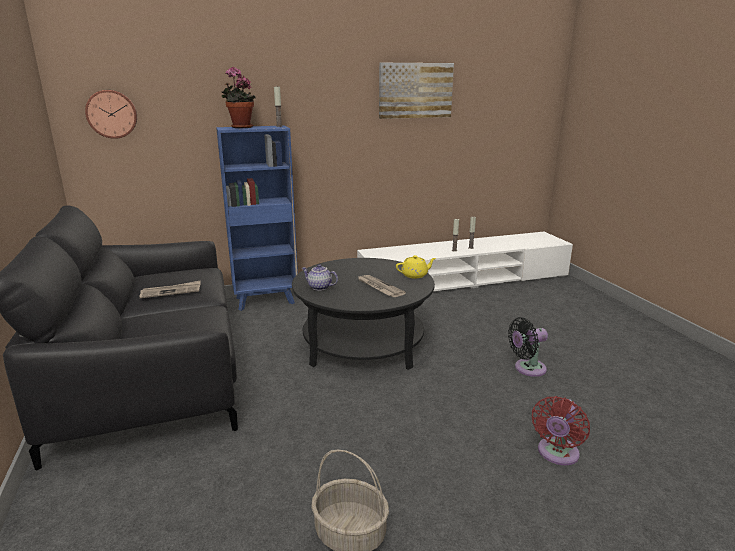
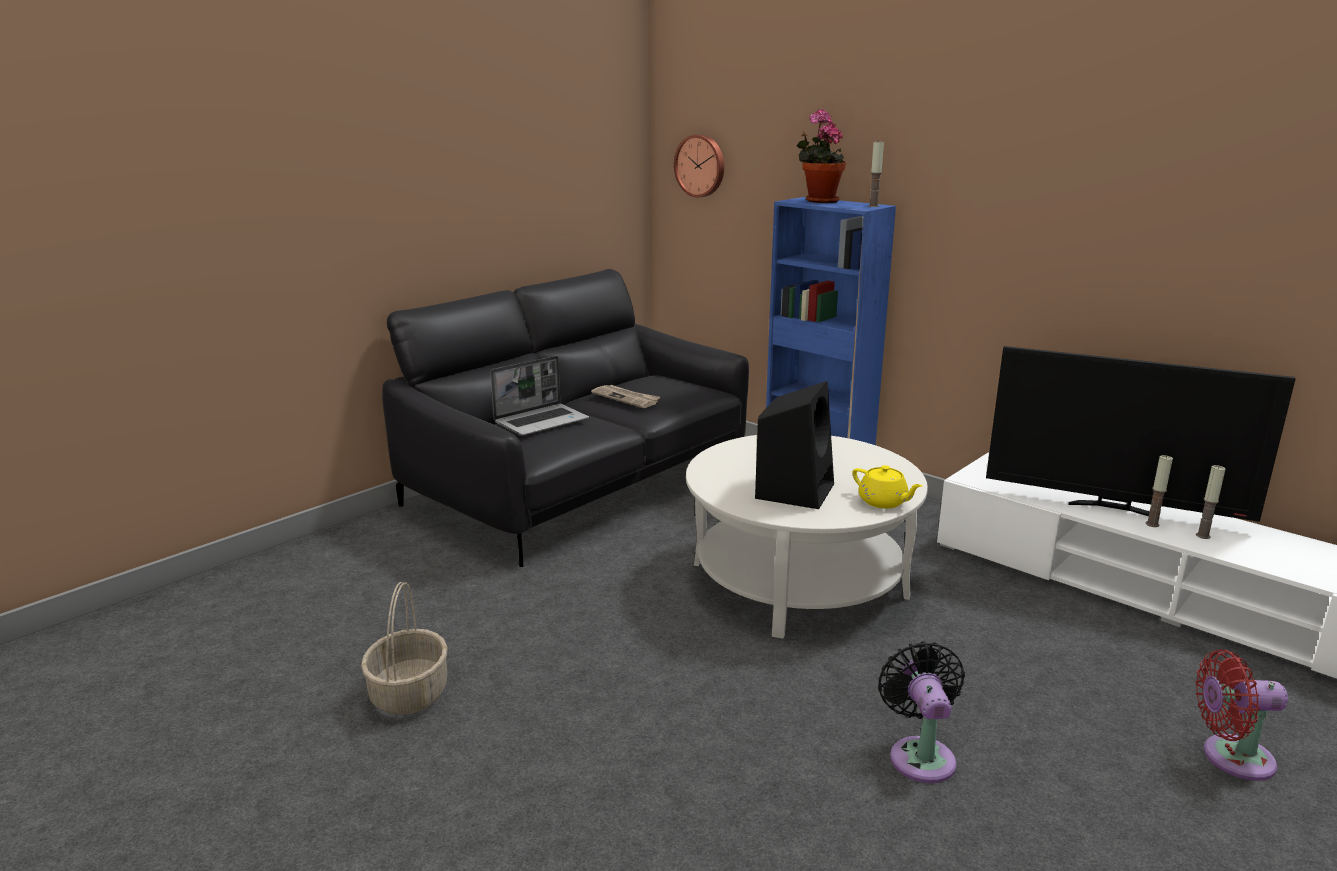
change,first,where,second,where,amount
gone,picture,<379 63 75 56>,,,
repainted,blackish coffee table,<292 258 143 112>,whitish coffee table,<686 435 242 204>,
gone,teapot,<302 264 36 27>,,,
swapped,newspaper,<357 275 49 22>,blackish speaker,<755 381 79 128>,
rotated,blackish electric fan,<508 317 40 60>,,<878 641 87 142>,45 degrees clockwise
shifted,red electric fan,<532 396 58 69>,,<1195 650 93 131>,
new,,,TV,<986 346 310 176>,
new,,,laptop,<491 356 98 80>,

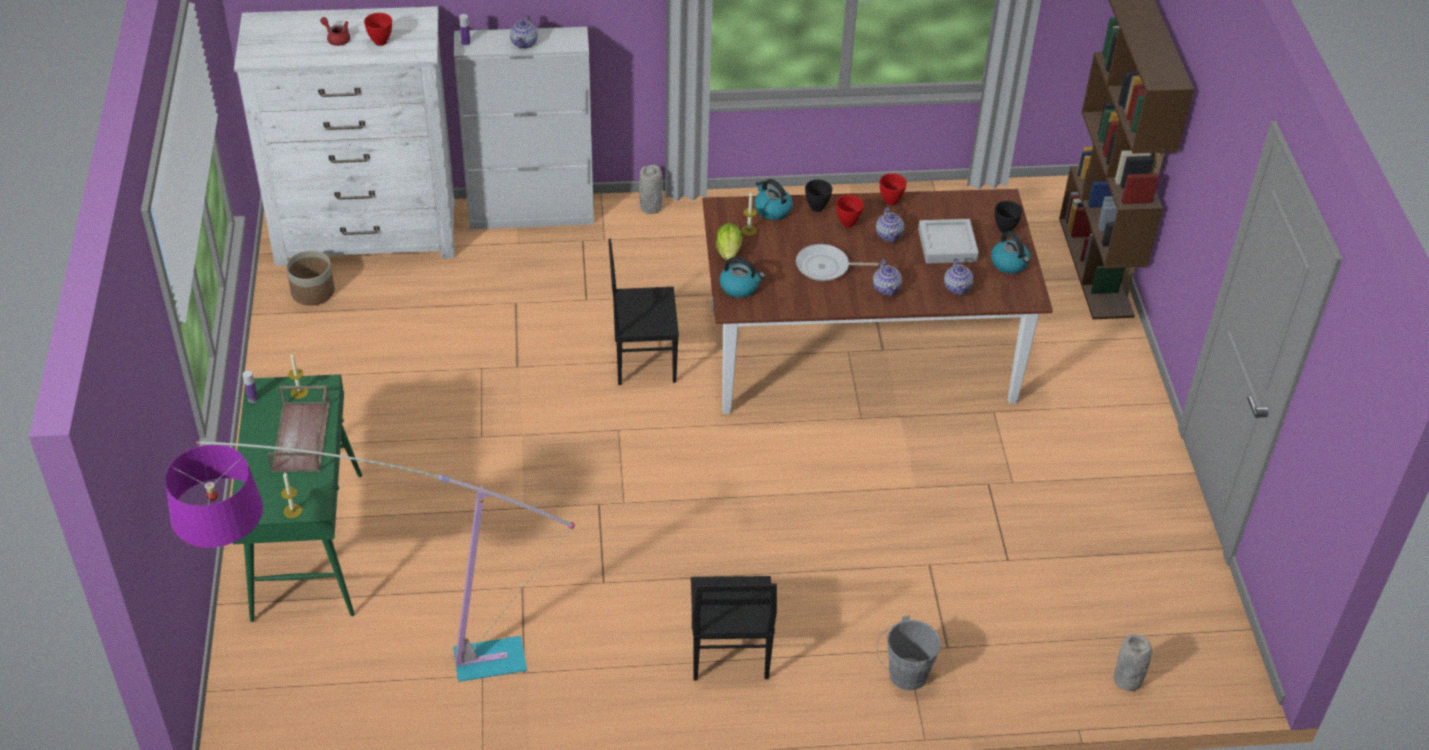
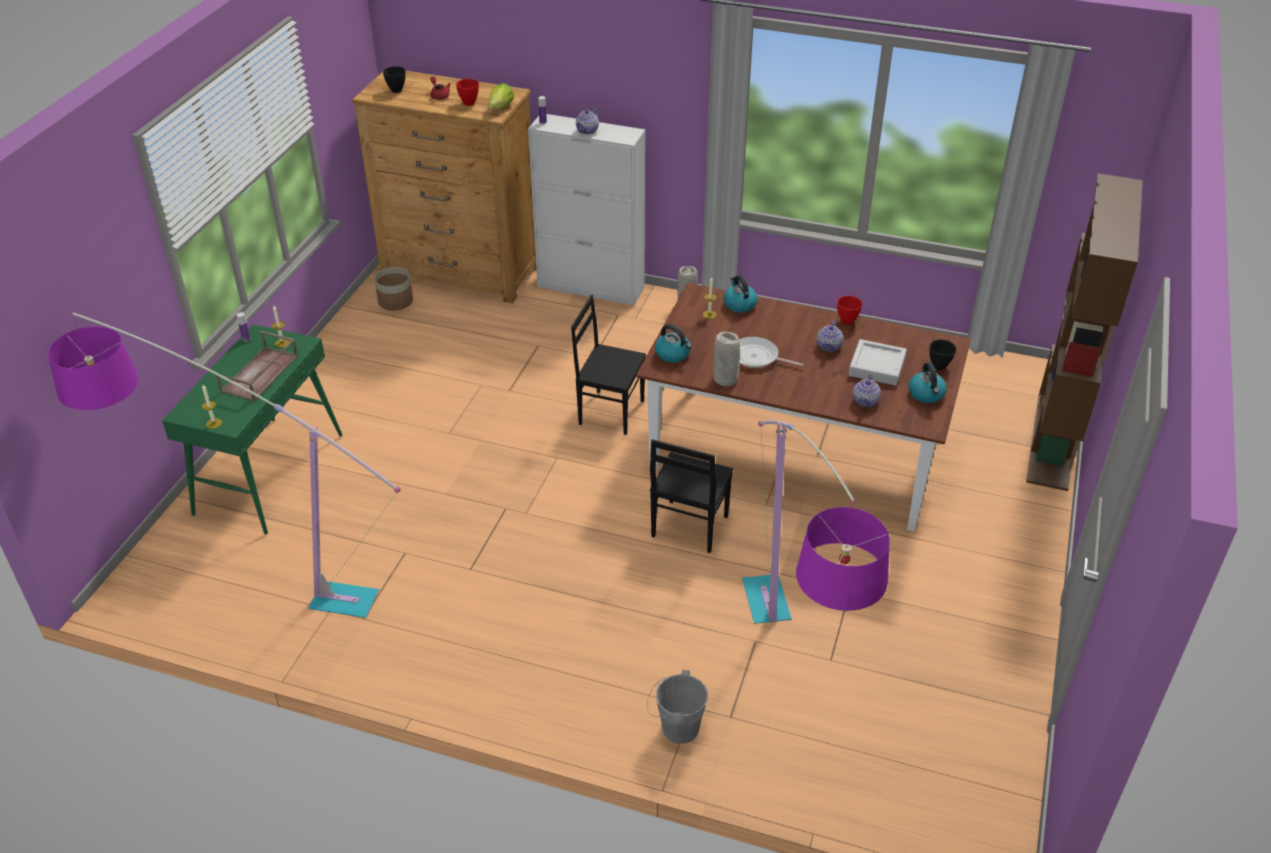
change,first,where,second,where,amount
repainted,whitish dresser,<234 7 221 259>,brownish dresser,<352 71 184 233>,
shifted,blackish serving bowl,<805 179 27 33>,,<383 66 22 27>,
gone,red serving bowl,<836 195 28 33>,,,
shifted,head of lettuce,<716 223 27 38>,,<488 83 26 27>,
gone,teapot,<873 259 29 37>,,,
shifted,blackish plain chair,<691 576 86 104>,,<650 439 83 114>,
shifted,gray flower vase,<1114 634 38 57>,,<713 332 27 54>,
new,,,floor lamp,<742 420 148 204>,

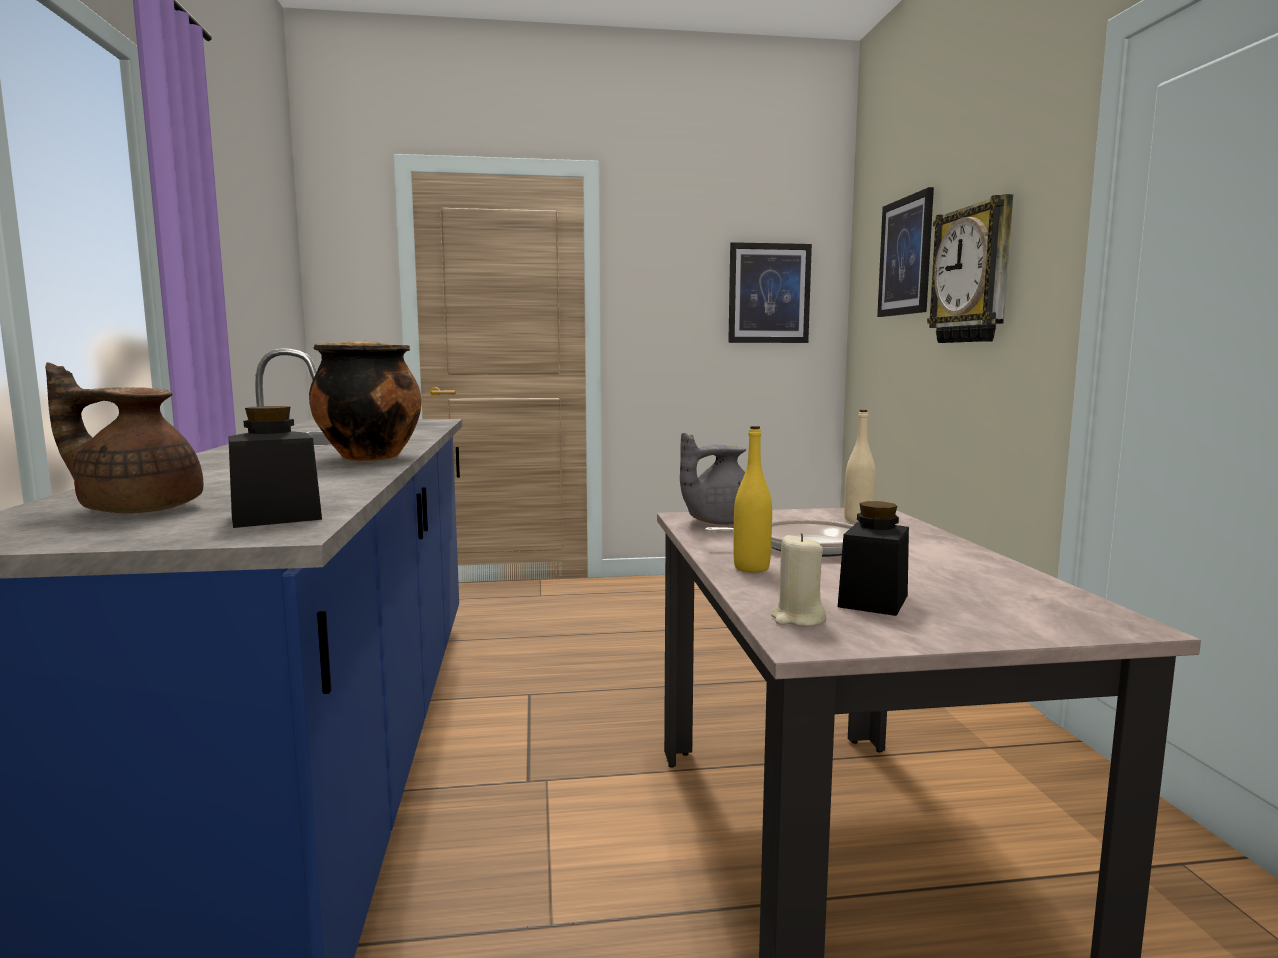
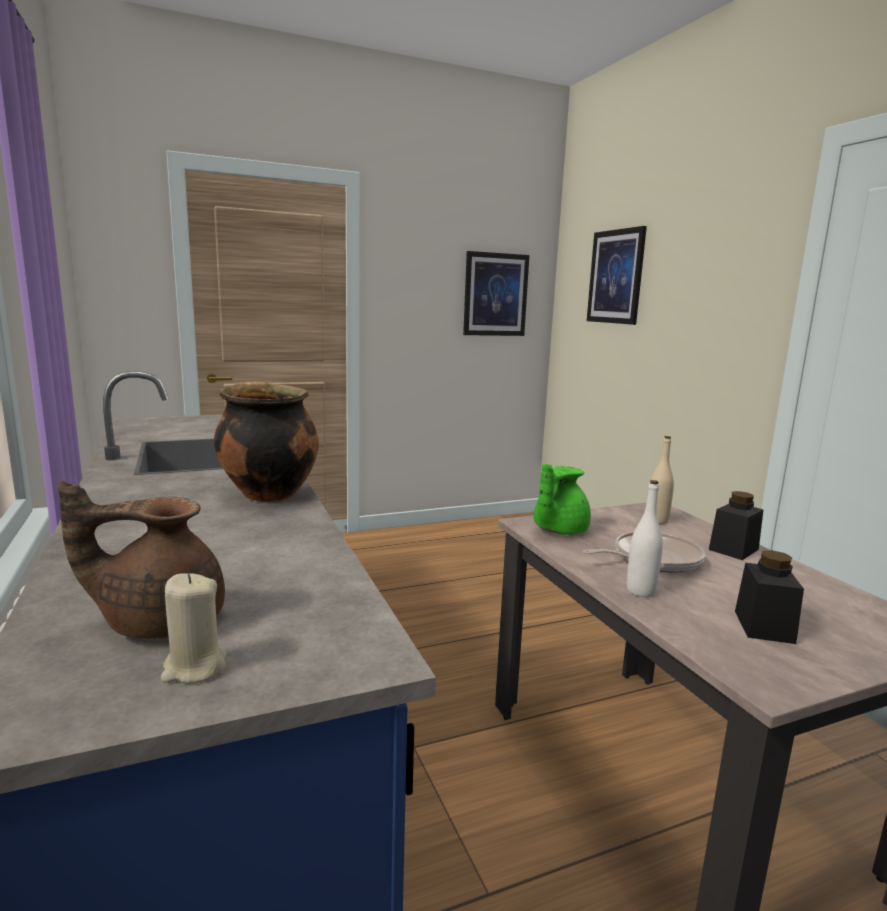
change,first,where,second,where,amount
gone,clock on the wall,<927 194 86 149>,,,
shifted,blackish jar,<228 406 94 122>,,<709 491 55 69>,
repainted,yellow drink bottle,<733 426 39 147>,whitish drink bottle,<627 480 36 117>,
repainted,gray teapot,<680 433 66 92>,green-coloured teapot,<534 464 57 70>,
shifted,sand-coloured candle,<771 533 55 94>,,<161 573 66 111>,

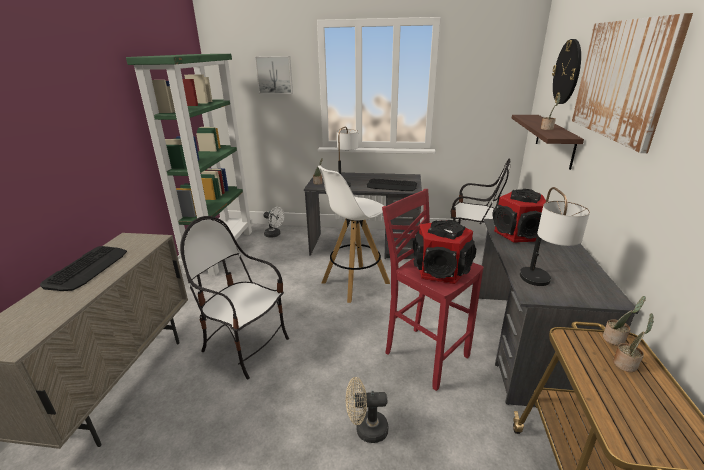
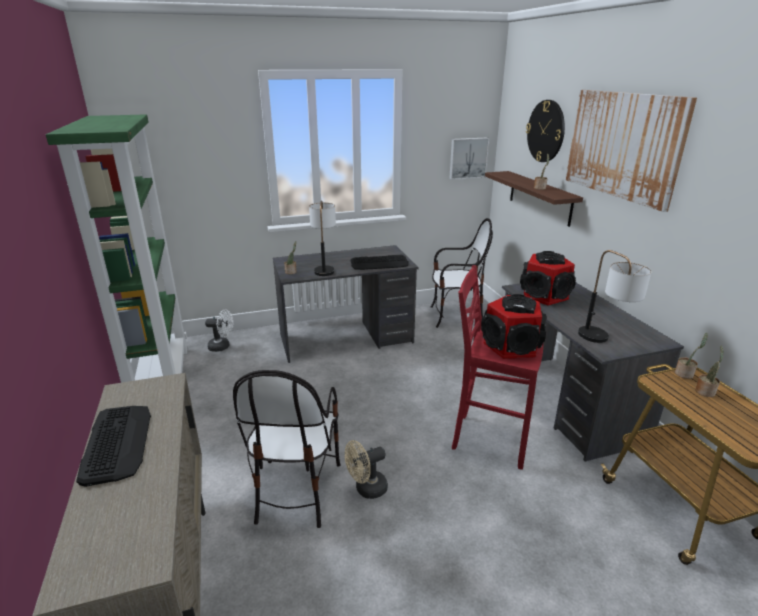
change,first,where,second,where,amount
shifted,picture,<255 56 38 38>,,<449 137 41 43>,
gone,whitish stool,<318 166 72 137>,,,
rotated,plain chair,<180 216 109 163>,,<233 370 107 158>,90 degrees counterclockwise
shifted,sand-coloured electric fan,<346 377 42 66>,,<345 440 43 59>,

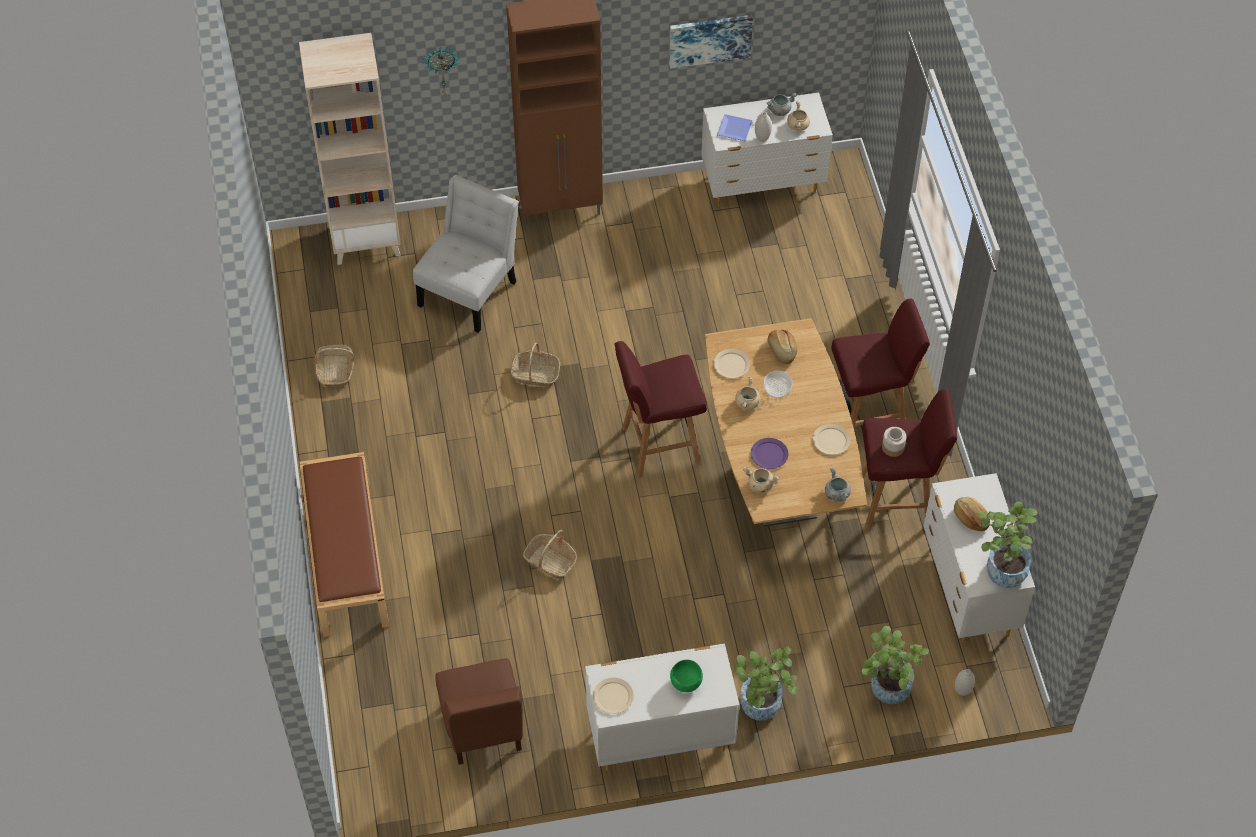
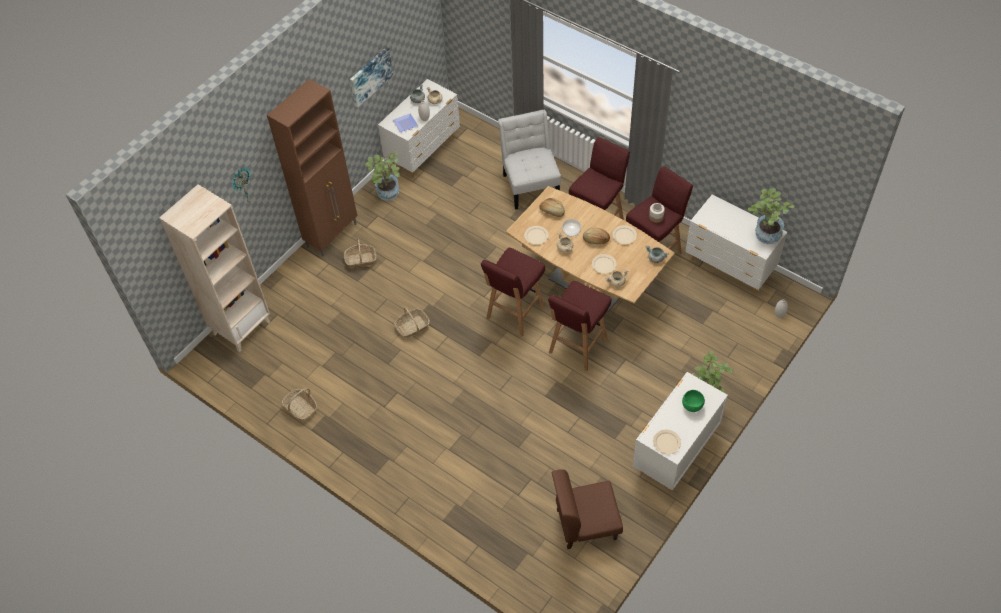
change,first,where,second,where,amount
shifted,whitish plain chair,<413 175 106 158>,,<498 110 63 100>,
repainted,purple-coloured plate,<751 438 37 31>,sand-coloured plate,<592 254 25 20>,
gone,brownish long seat,<299 452 90 185>,,,
shifted,bread,<954 497 36 34>,,<583 228 27 17>,
shifted,storage basket,<523 530 54 49>,,<344 237 33 31>,
shifted,houseplant,<862 626 67 78>,,<365 152 35 48>,
rotated,brownish plain chair,<435 658 88 107>,,<551 469 72 80>,135 degrees clockwise
new,,,red stool,<548 281 63 90>,

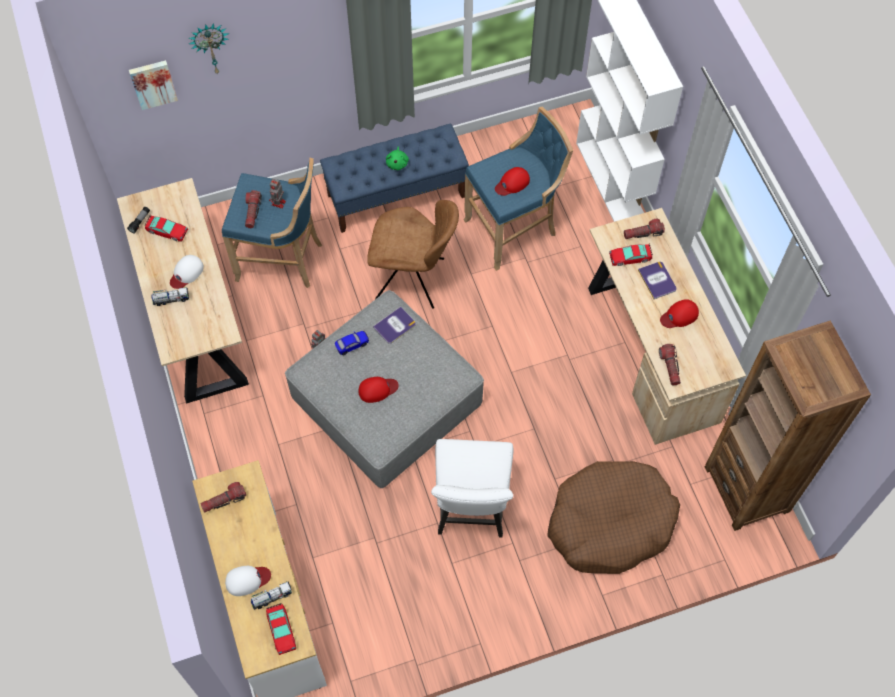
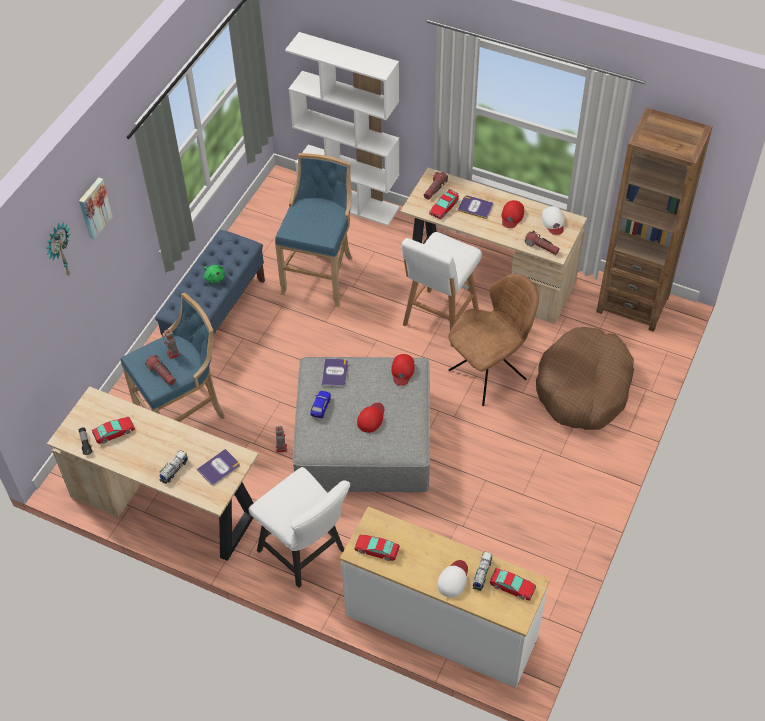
change,first,where,second,where,amount
shifted,picture,<129 60 49 50>,,<79 178 34 61>,
shifted,red baseball cap,<495 167 35 29>,,<391 354 24 32>,
shifted,brownish plain chair,<367 200 92 109>,,<448 274 91 132>,
shifted,whitish baseball cap,<170 255 34 34>,,<542 206 22 29>,
shifted,whitish plain chair,<431 439 82 99>,,<248 467 102 121>,
swapped,flashlight,<200 482 46 31>,model car,<354 534 46 27>,
new,,,whitish stool,<402 232 80 116>,
new,,,bound book,<197 449 43 36>,

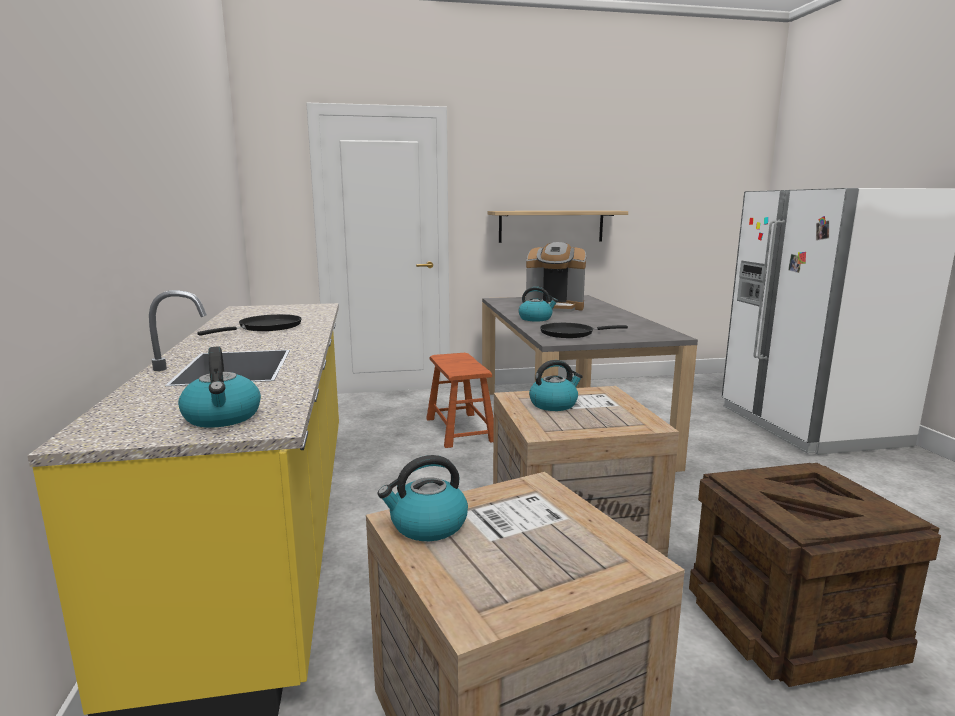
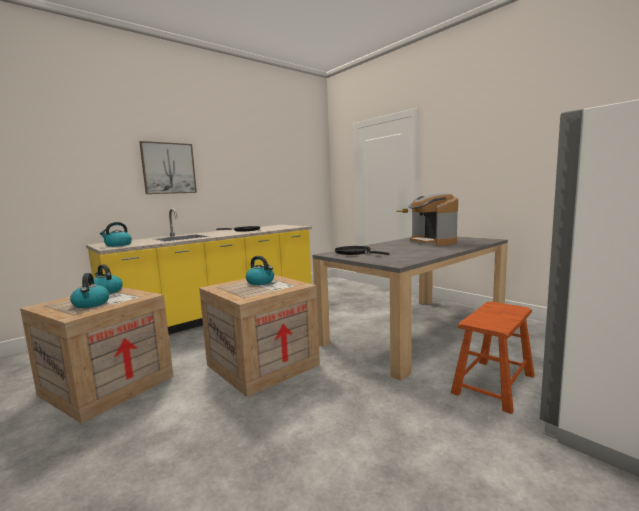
change,first,where,second,where,amount
gone,bracket shelf,<488 211 140 32>,,,
shifted,tea kettle,<518 287 40 34>,,<70 273 39 35>,
shifted,brownish stool,<426 353 68 95>,,<451 302 84 112>,
gone,crate,<689 463 252 224>,,,
new,,,picture,<139 141 58 53>,

